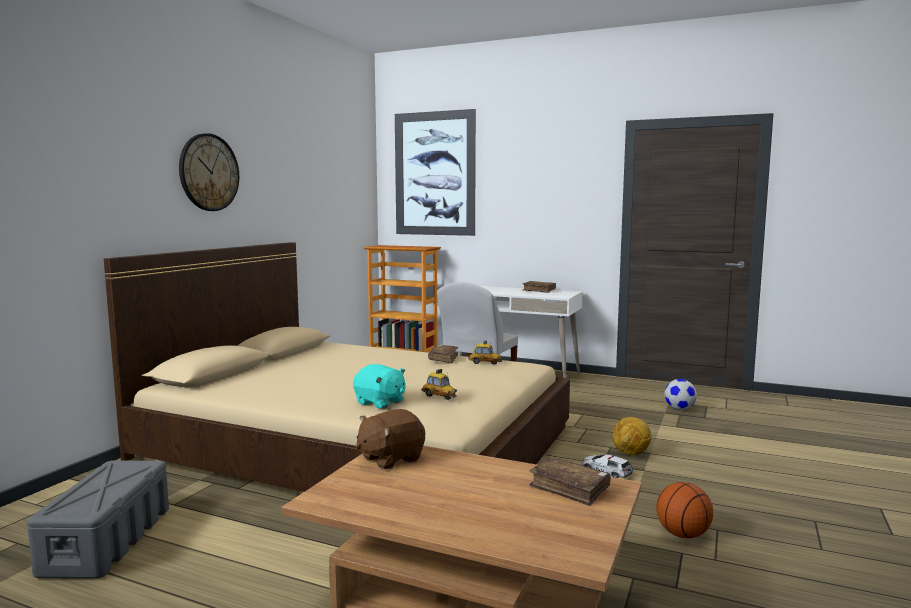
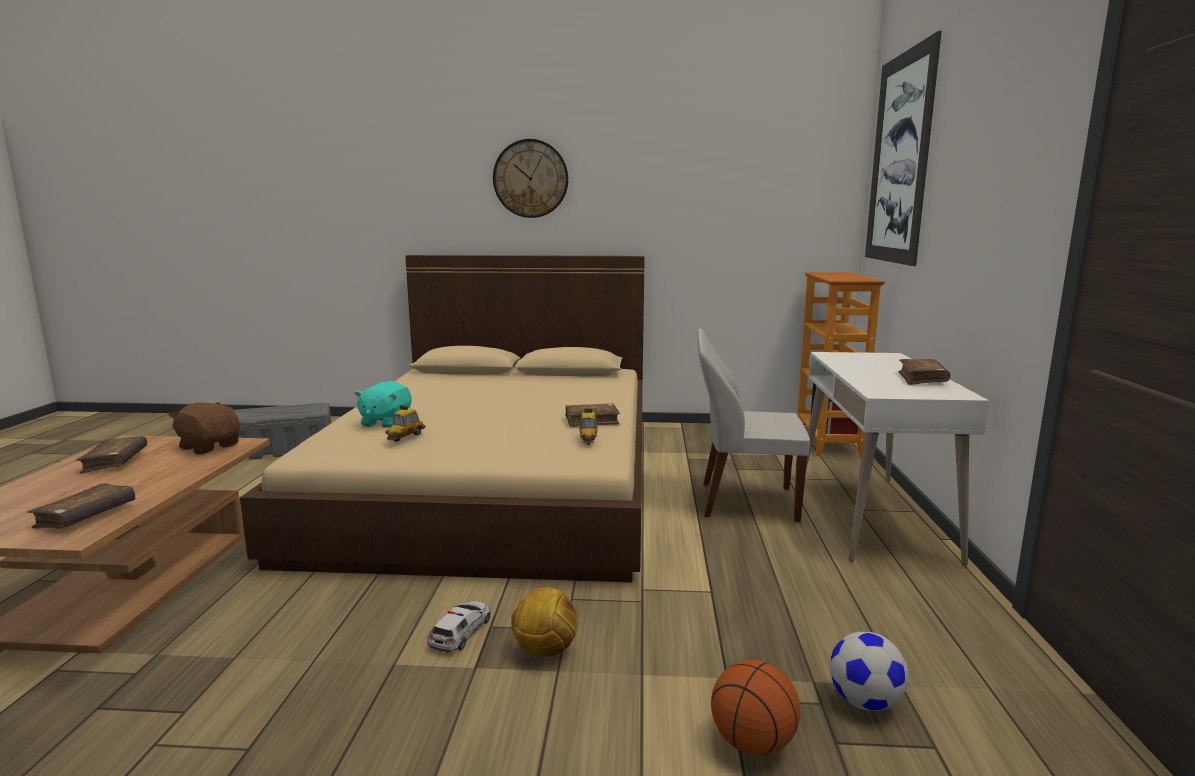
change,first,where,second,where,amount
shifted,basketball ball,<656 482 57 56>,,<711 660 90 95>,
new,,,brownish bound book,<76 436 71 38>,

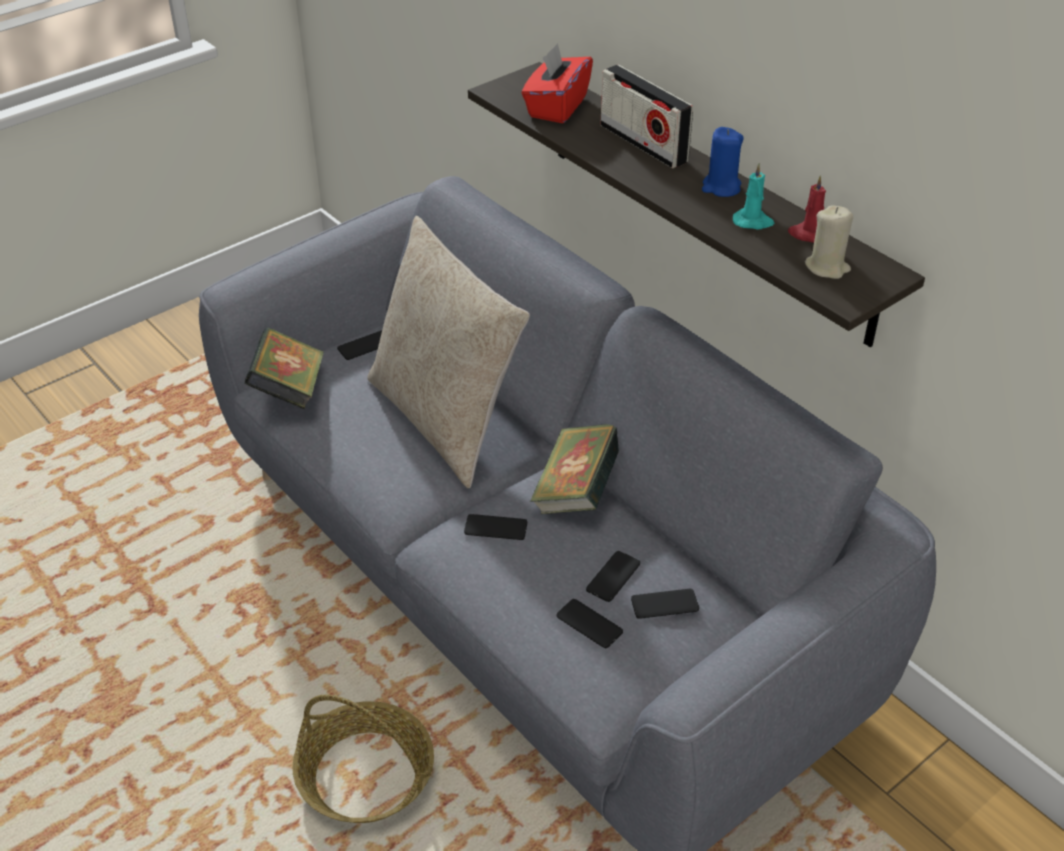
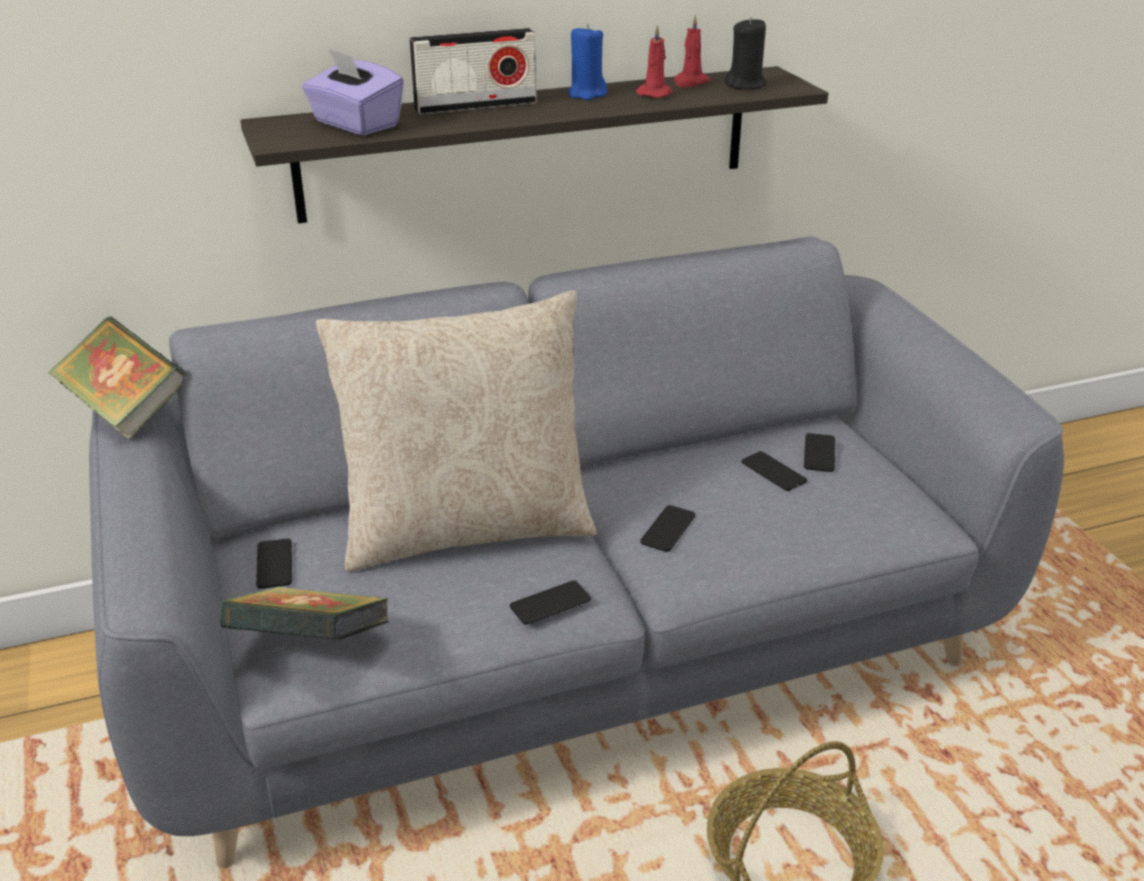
change,first,where,second,where,amount
repainted,red tissue holder,<522 43 71 80>,purple-coloured tissue holder,<302 49 102 86>,
repainted,turquoise candle,<733 163 41 66>,red candle,<636 24 37 74>,
repainted,sand-coloured candle,<805 205 48 74>,blackish candle,<725 17 41 73>,
shifted,bound book,<530 424 89 90>,,<48 317 138 123>,
shifted,phone,<557 599 66 49>,,<510 580 81 45>,

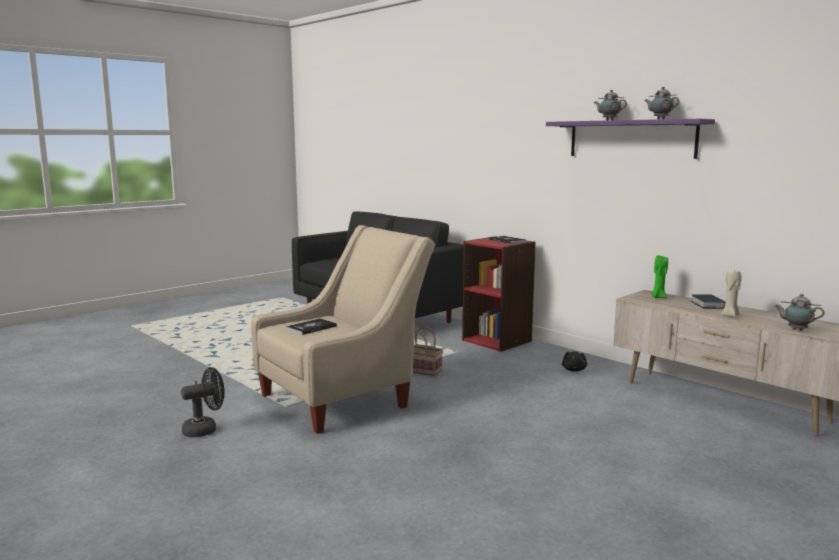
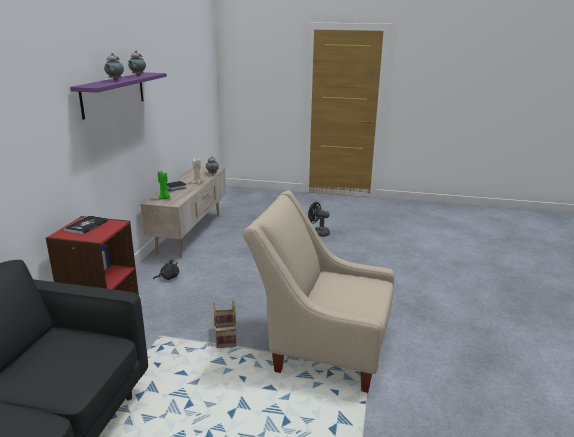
change,first,where,second,where,amount
gone,bound book,<286 318 51 17>,,,
shifted,blackish electric fan,<181 367 44 70>,,<308 202 22 35>,

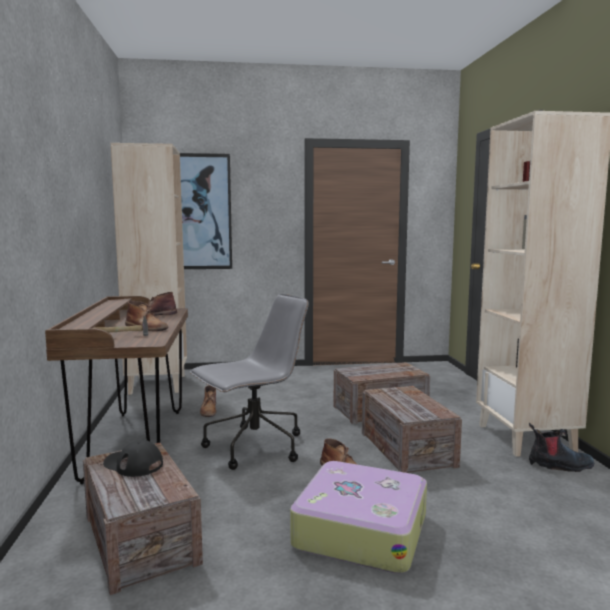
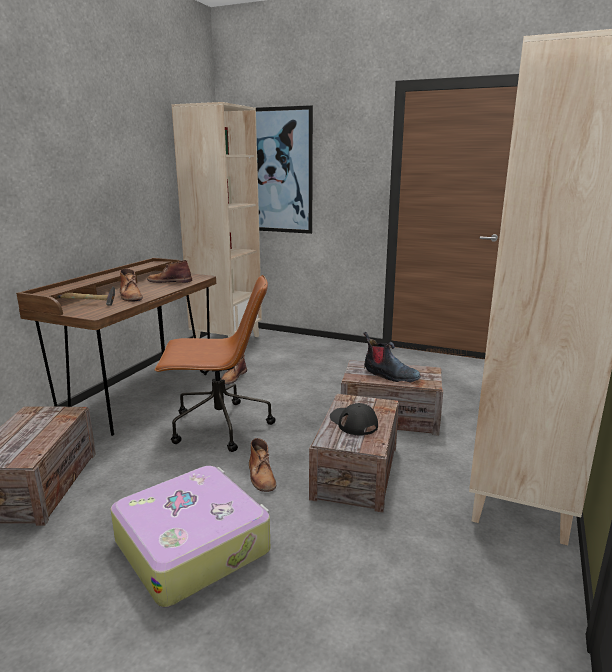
change,first,where,second,where,amount
repainted,gray office chair,<190 294 119 176>,brownish office chair,<154 275 122 177>,
shifted,boot,<529 423 65 49>,,<363 332 58 50>,
shifted,blackish baseball cap,<103 440 60 37>,,<330 403 48 33>,

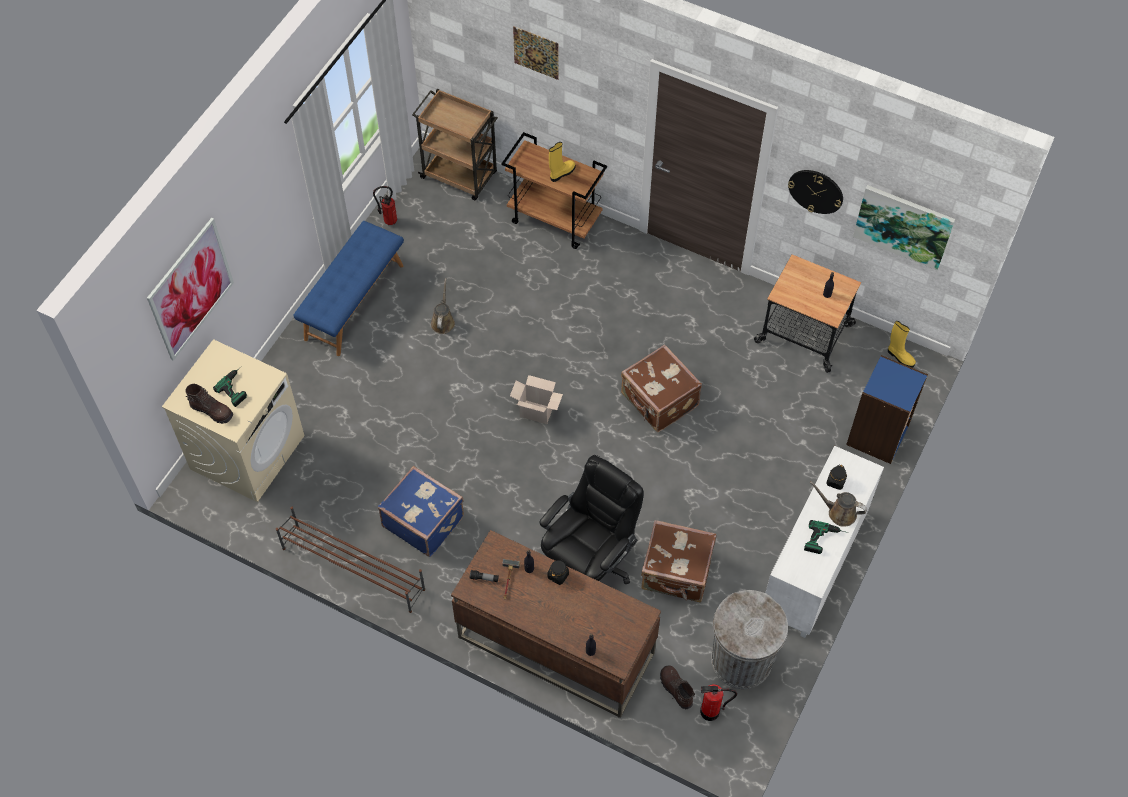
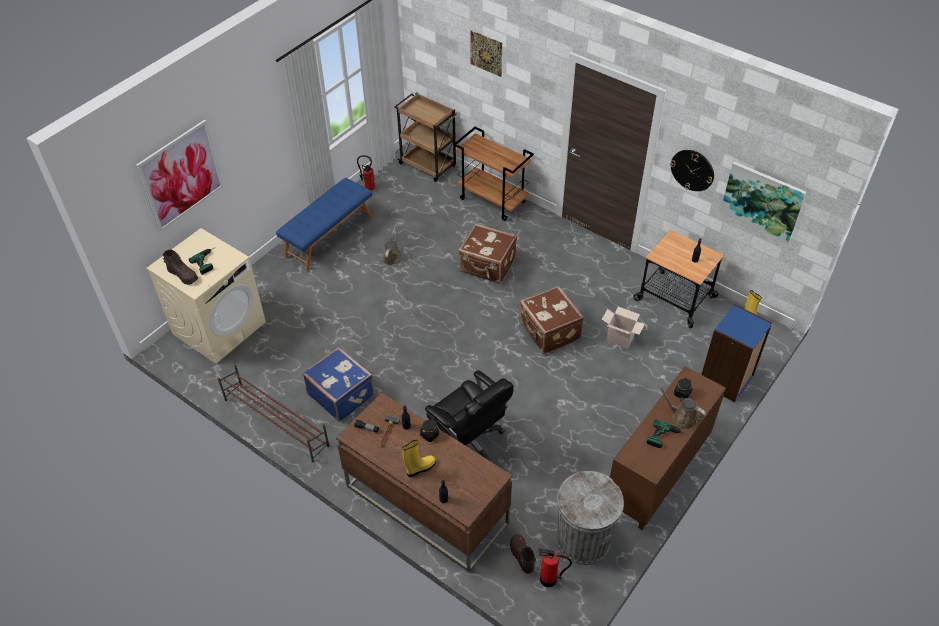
change,first,where,second,where,amount
shifted,yellow boot,<549 142 26 40>,,<402 440 34 37>,
shifted,packing box,<510 375 53 49>,,<602 307 43 42>,
repainted,whitish cabinet,<765 446 119 192>,brownish cabinet,<610 366 116 164>,
rotated,blackish office chair,<540 455 103 129>,,<425 370 89 91>,90 degrees clockwise
shifted,brownish piece of luggage,<641 520 75 83>,,<458 223 59 61>,

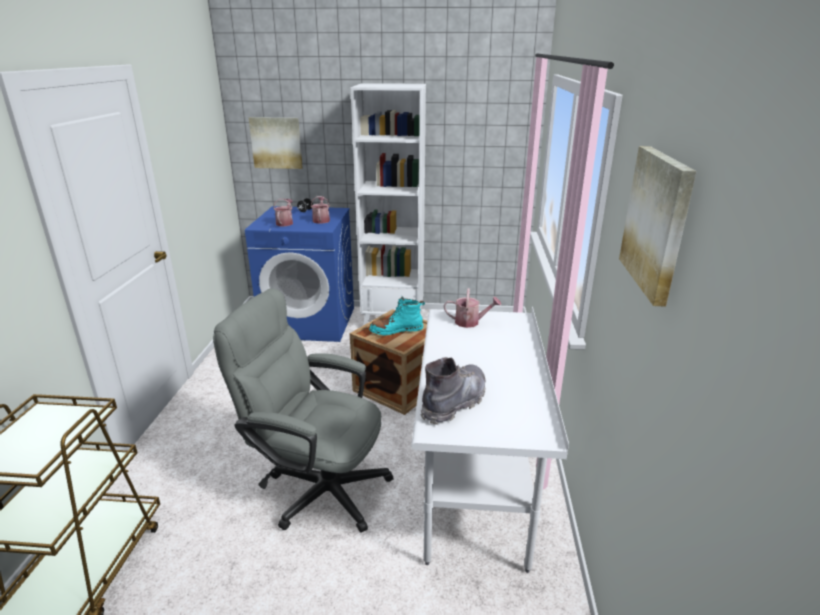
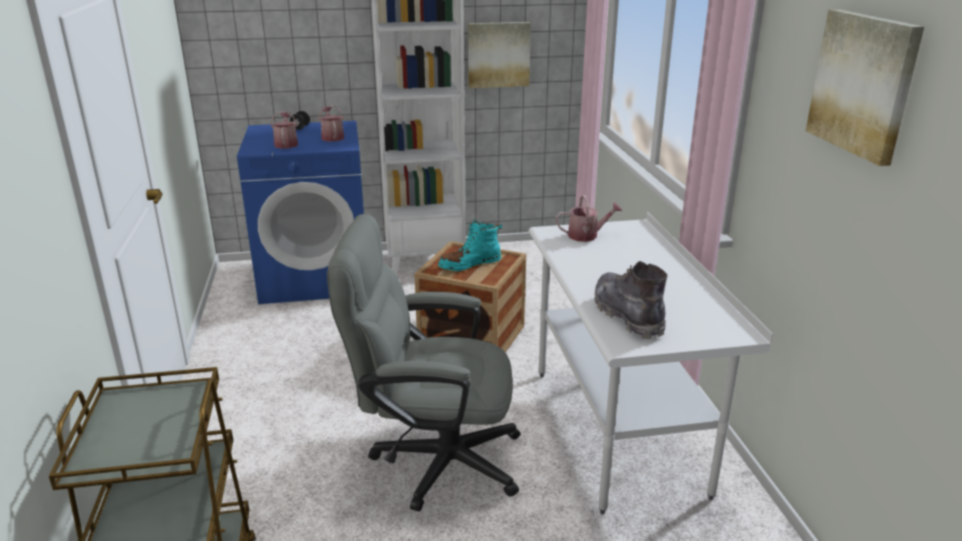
change,first,where,second,where,amount
shifted,picture,<249 117 54 52>,,<468 22 63 66>,
rotated,gray boot,<421 357 65 68>,,<594 261 74 78>,45 degrees counterclockwise

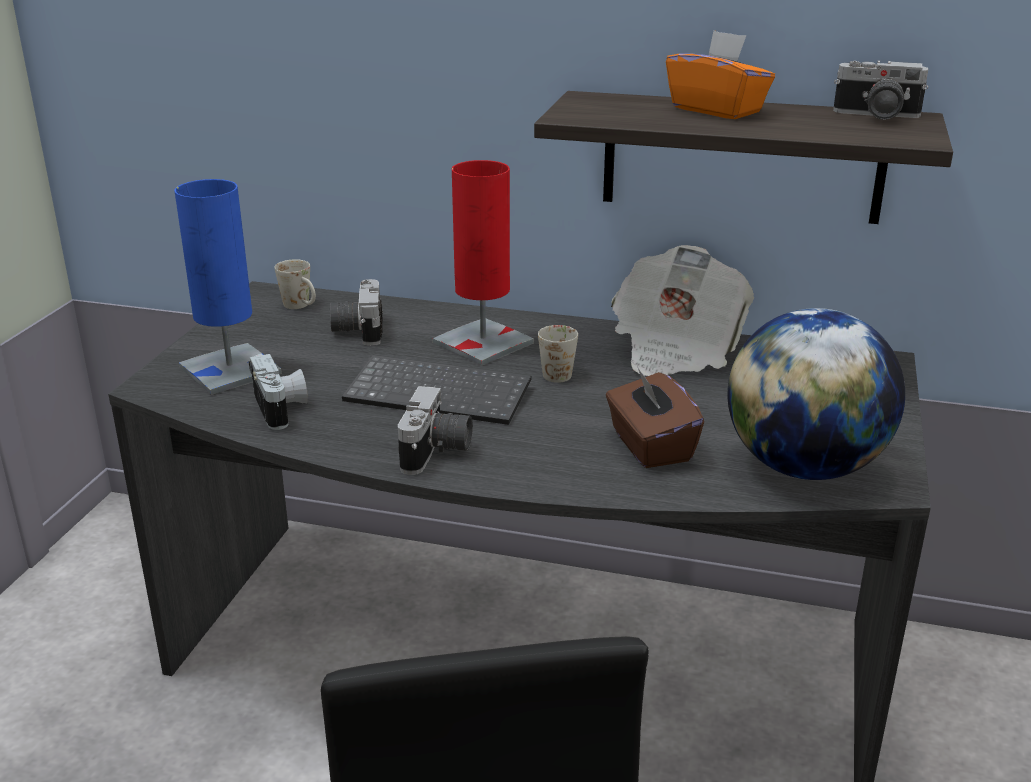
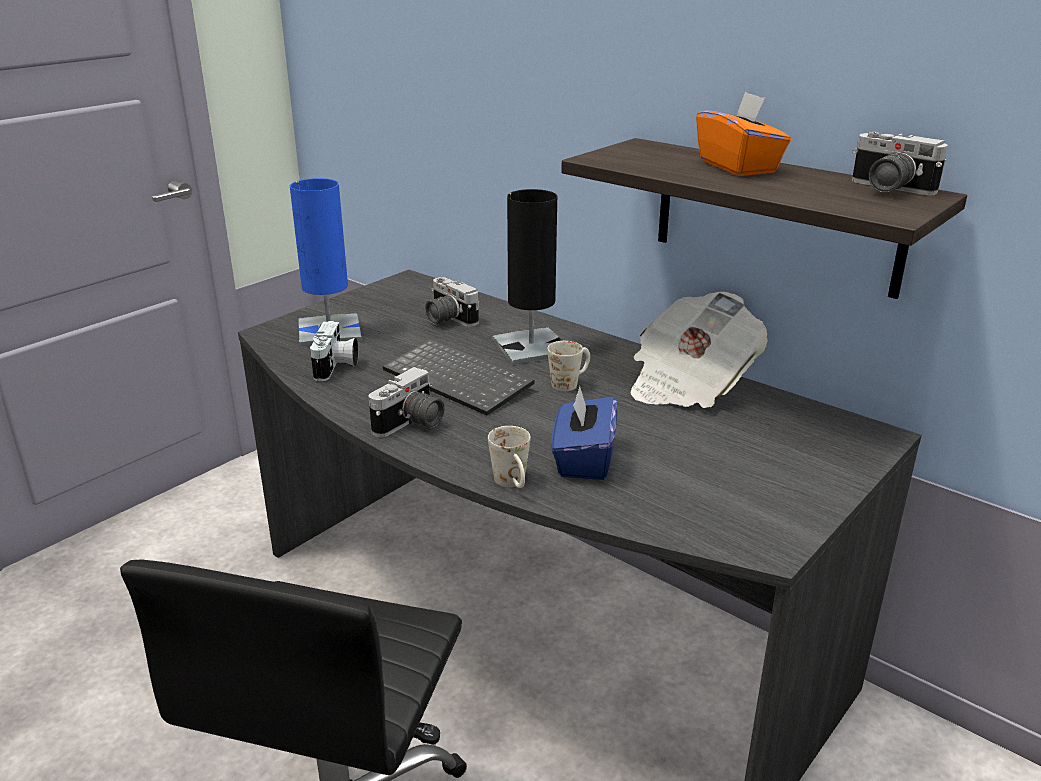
change,first,where,second,where,amount
repainted,red lamp for a table,<433 160 101 206>,blackish lamp for a table,<492 189 70 176>,
shifted,whitish mug,<274 259 42 50>,,<488 426 43 62>,
rotated,still camera,<330 279 53 67>,,<425 277 54 50>,60 degrees counterclockwise
gone,globe,<727 308 178 172>,,,
repainted,brownish tissue holder,<606 366 98 102>,blue-coloured tissue holder,<552 386 66 94>,

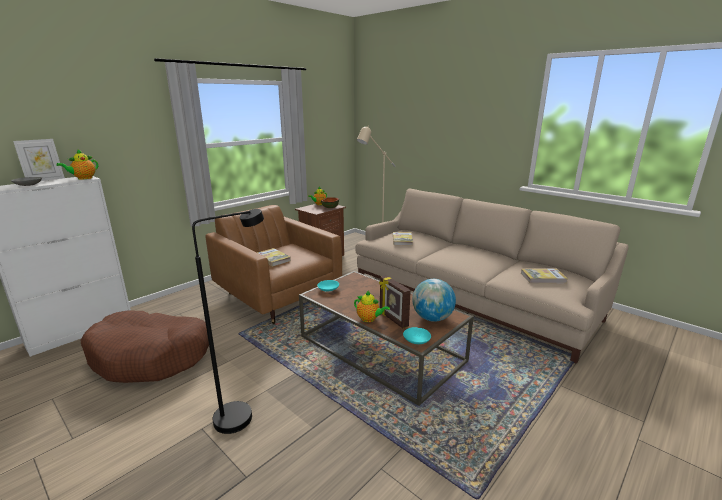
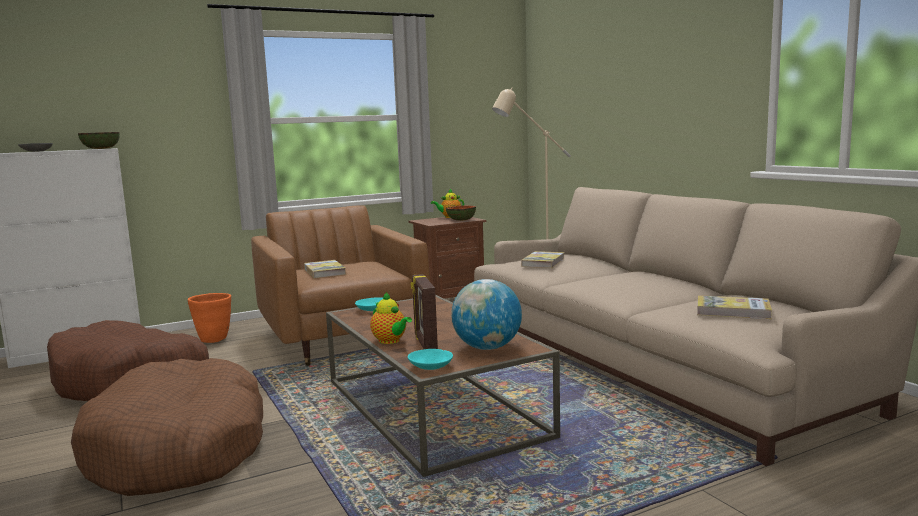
change,first,where,second,where,amount
gone,photo frame,<13 139 52 42>,,,
swapped,teapot,<56 149 42 31>,serving bowl,<78 132 42 17>,
swapped,blackish floor lamp,<192 209 72 225>,brownish dog cushion,<71 358 192 138>,
new,,,orangey flower pot,<188 293 43 50>,

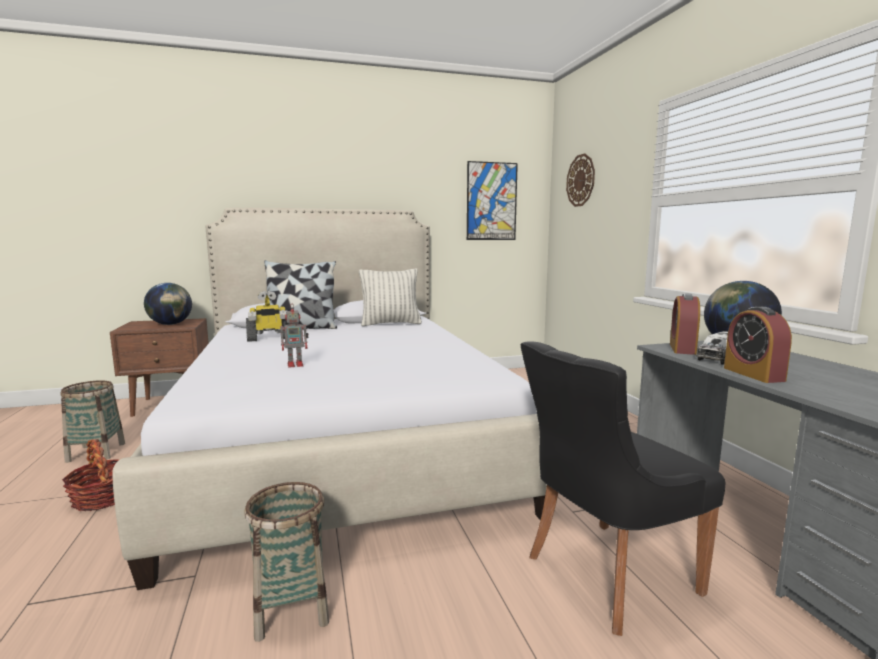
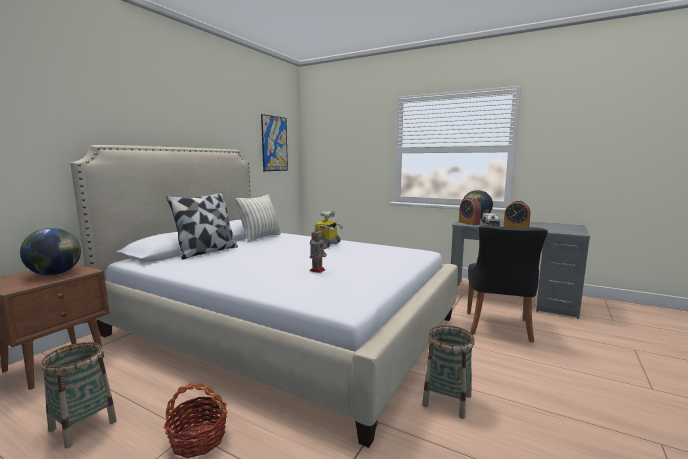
change,first,where,second,where,amount
gone,clock on the wall,<566 153 29 54>,,,
shifted,model robot,<246 291 44 51>,,<310 211 33 38>,

